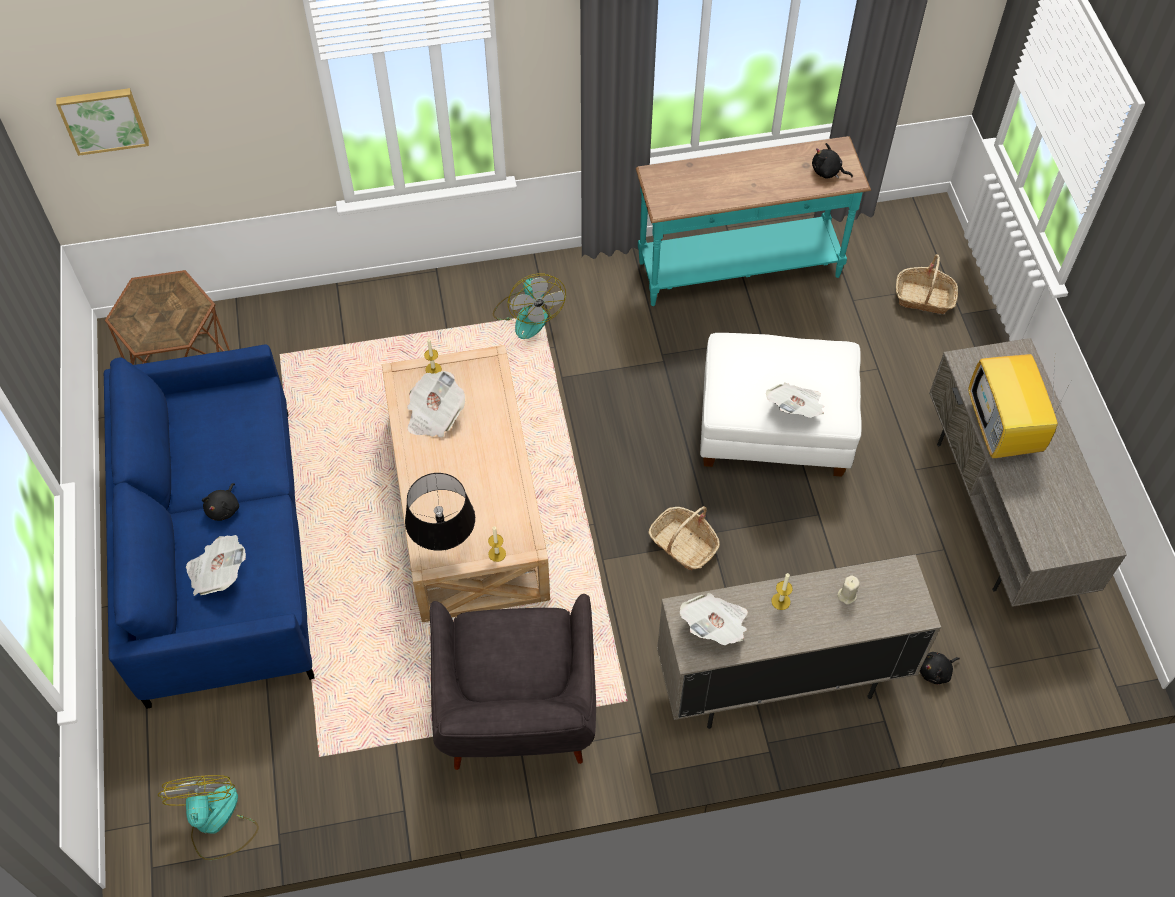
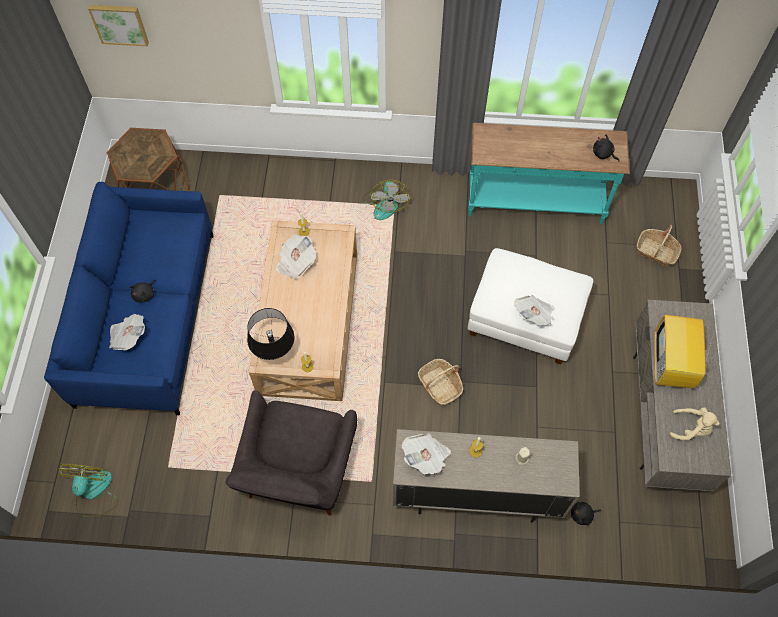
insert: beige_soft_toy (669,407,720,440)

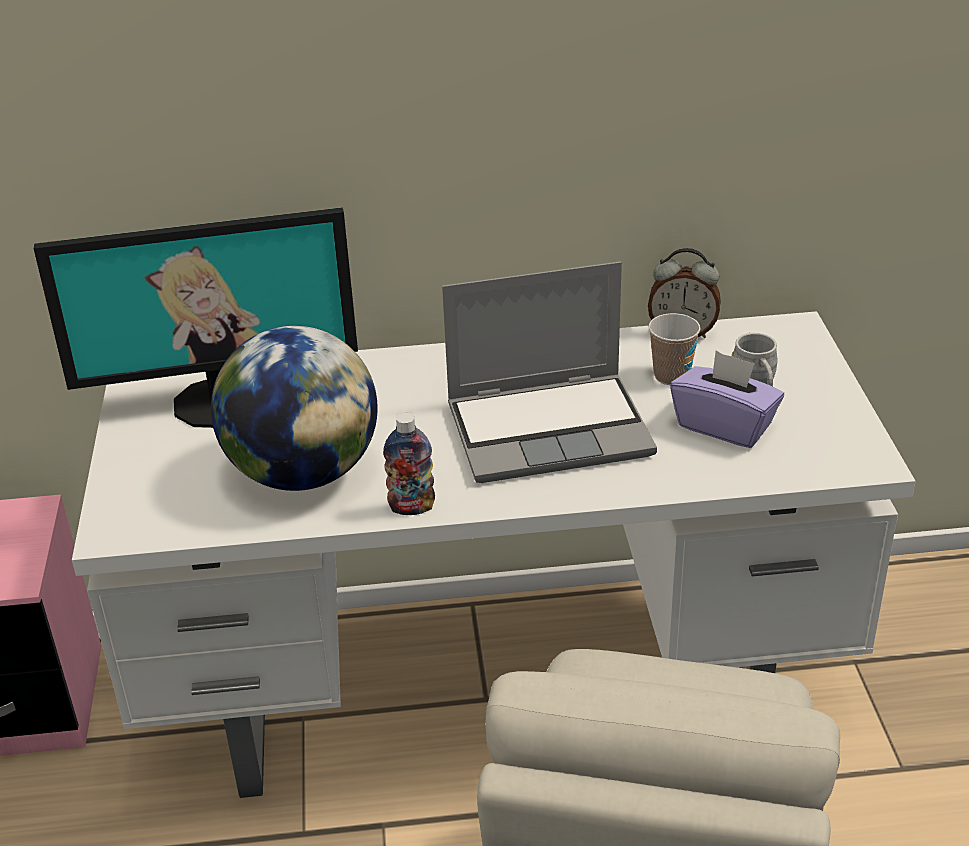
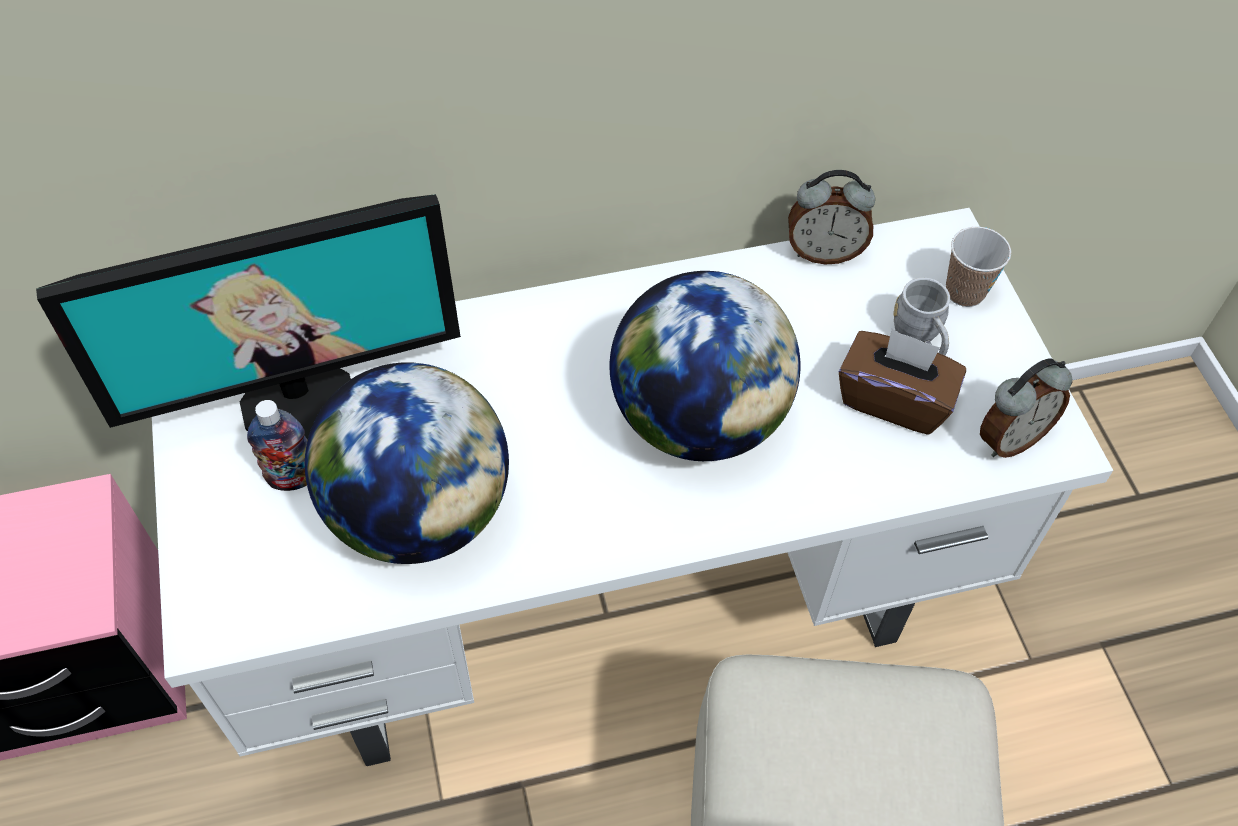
insert: bedside_clock (980,359,1073,458)
move: bottle (383,413,435,515) to (247,400,307,491); drinking_cup (648,313,701,385) to (946,226,1011,307)
replace: laptop (442,261,657,483) to globe (610,271,801,461)
recolor: purple_tissue_holder (670,351,784,448) to brown_tissue_holder (839,328,966,435)

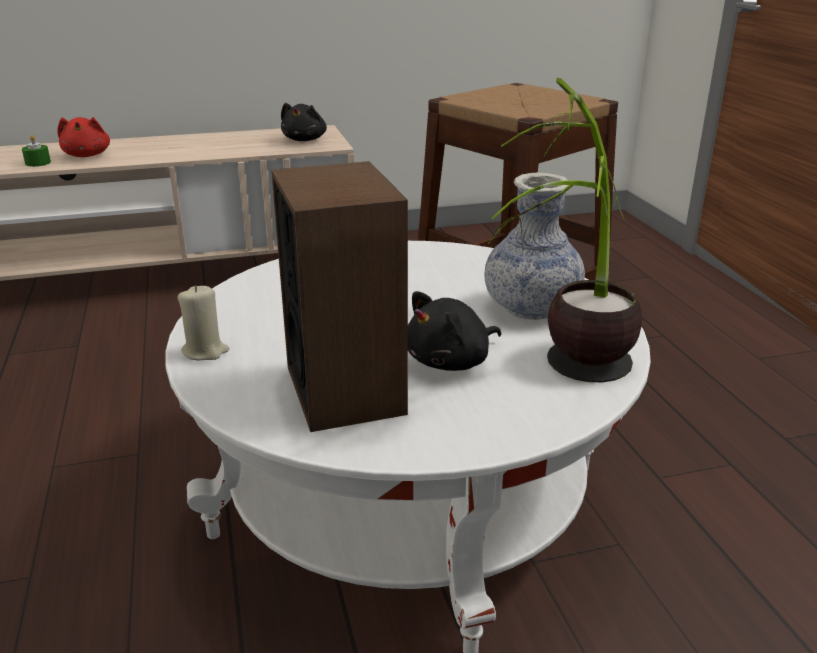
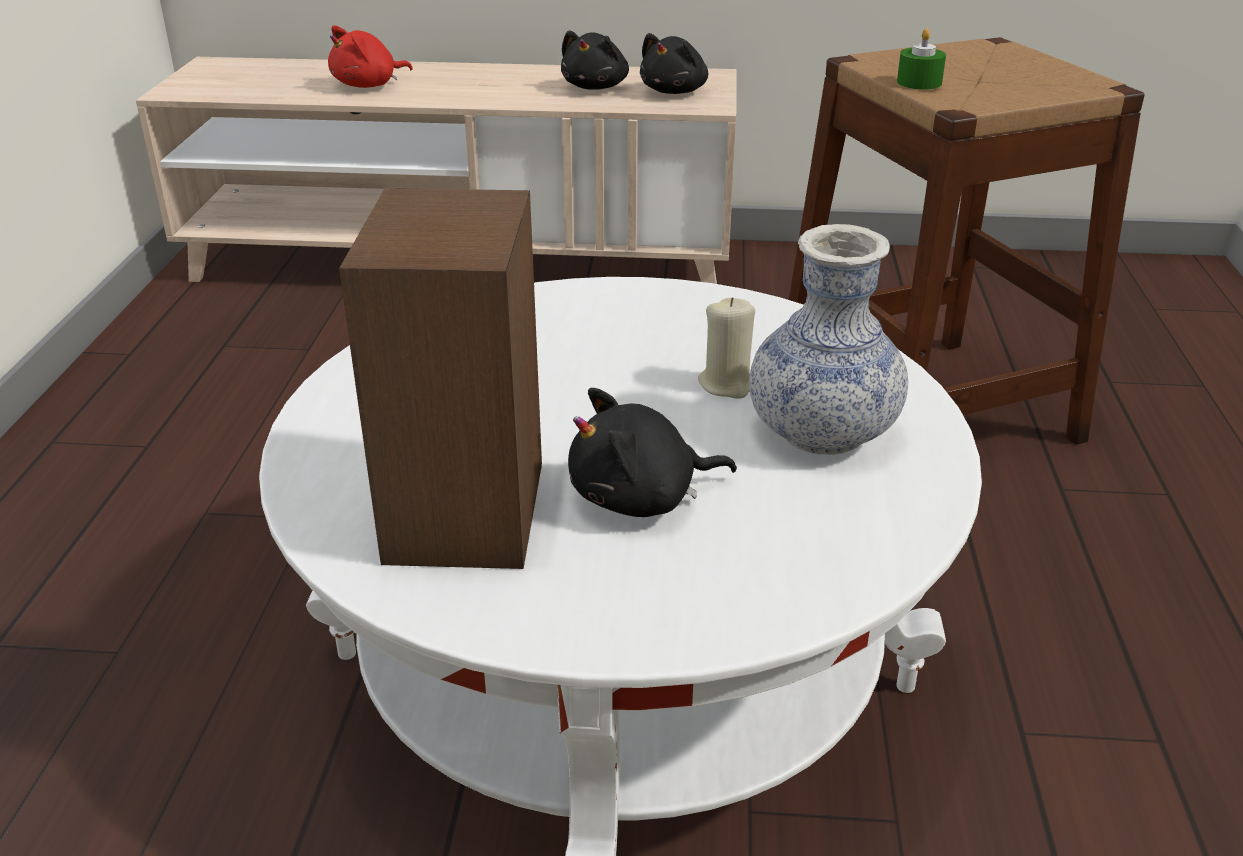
delete: houseplant (488,78,643,382)
insert: black-coloured_soft_toy (561,30,629,89)
move: green-coloured_candle (22,135,51,167) to (897,28,946,90); beige_candle (177,285,229,360) to (698,297,755,399)
rotate: red-coloured_soft_toy (57,117,110,157) = (328,25,413,88) 45 degrees clockwise

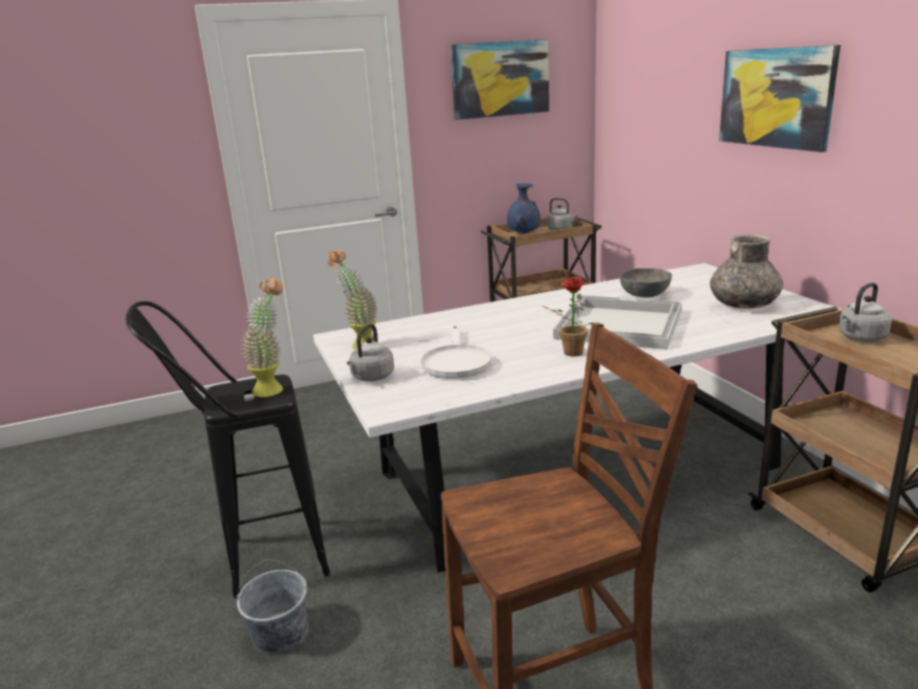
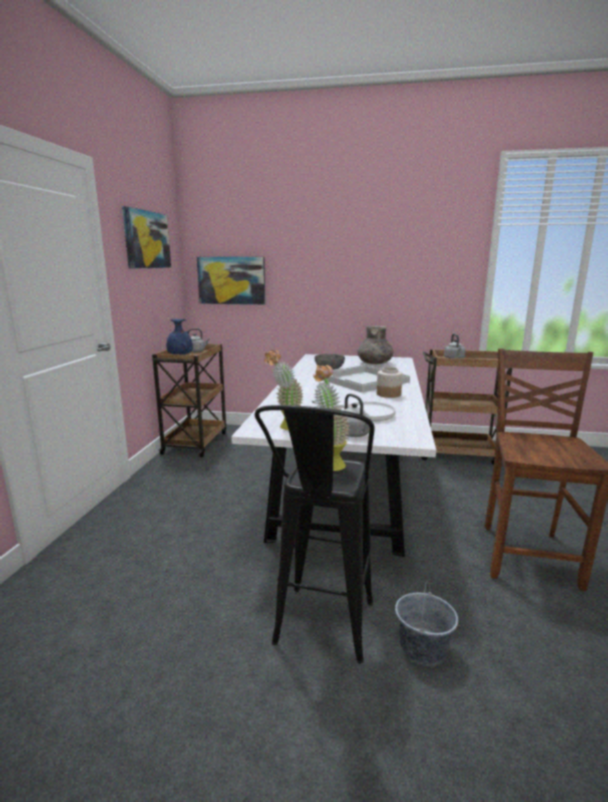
move: wall_picture (719,45,840,152) to (196,257,265,305)
replace: houseplant (542,277,592,356) to preserve_jar (377,367,402,398)

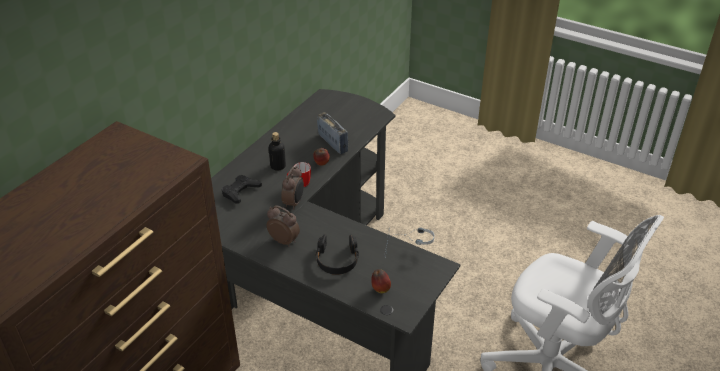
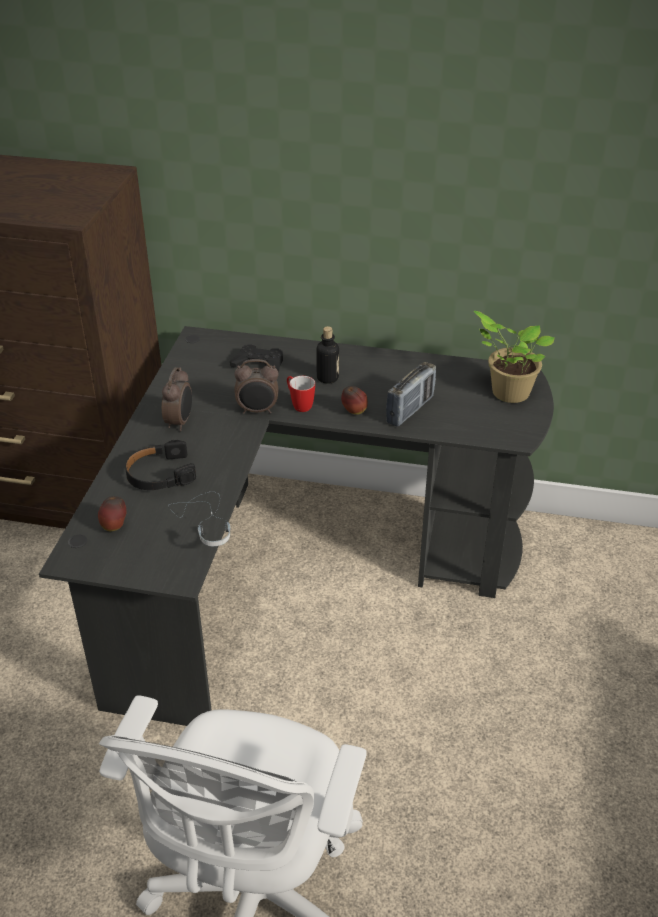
insert: houseplant (474,311,555,403)

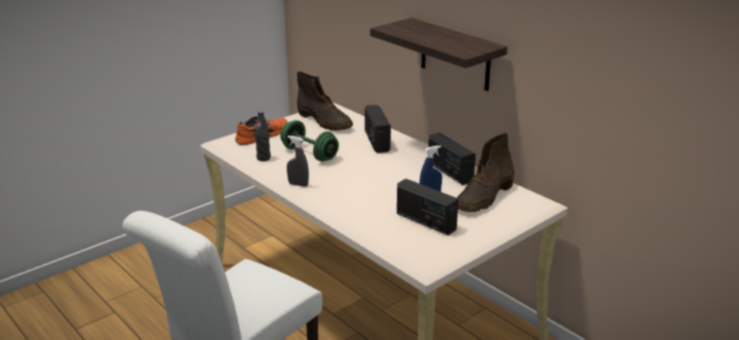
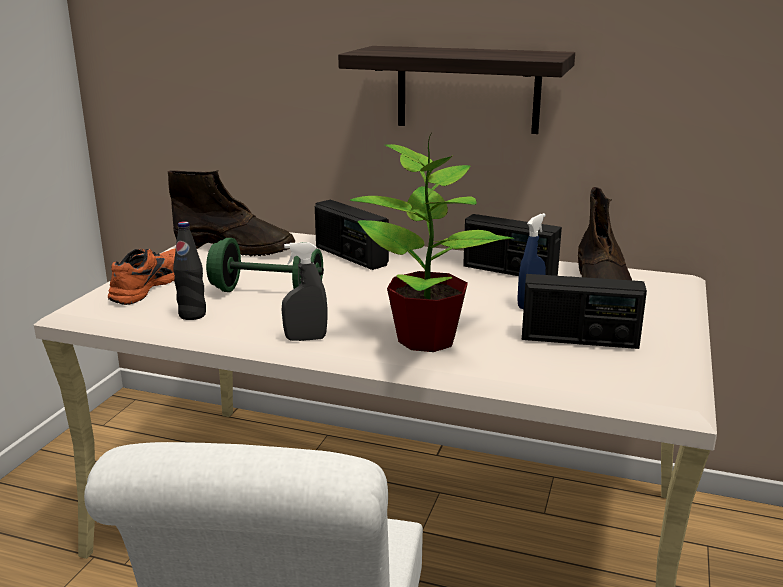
insert: houseplant (349,134,515,352)

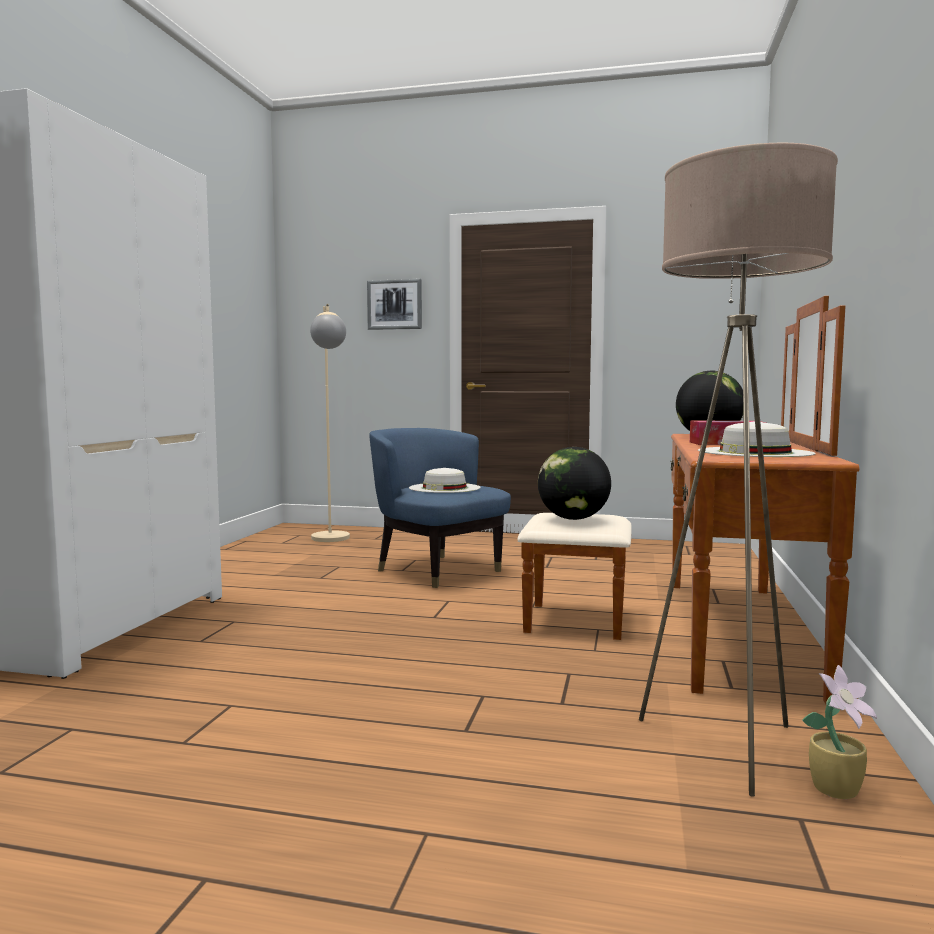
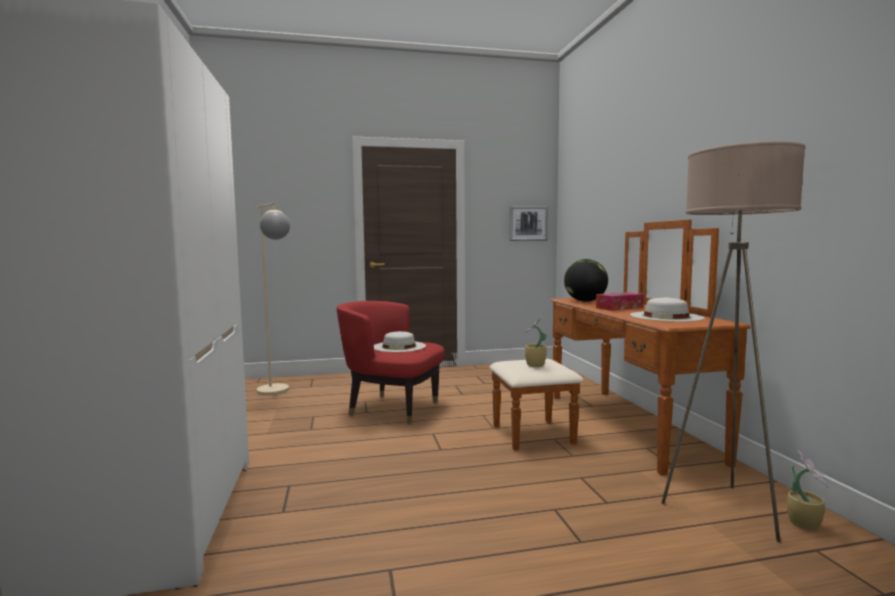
move: wall_picture (367,279,422,330) to (509,206,548,241)
replace: globe (538,447,611,520) to houseplant (524,316,547,367)
recolor: blue-coloured_armchair (369,428,511,588) to red-coloured_armchair (337,301,444,424)

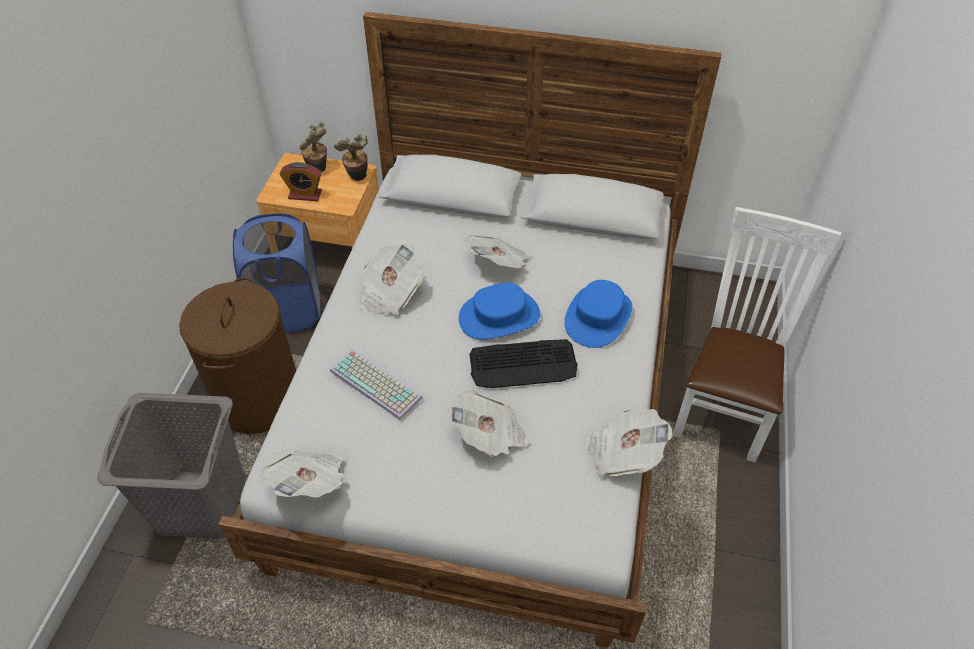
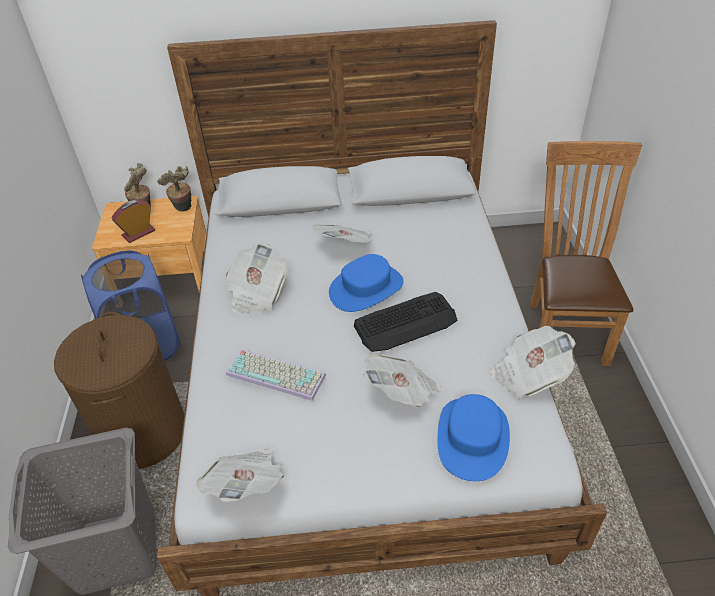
move: blue-coloured_clothing_hat (564,280,632,348) to (437,394,510,481)
recolor: white_chair (673,207,841,462) to brown_chair (530,141,642,366)
rotate: bedside_clock (280,162,322,201) = (112,200,155,243) 150 degrees clockwise

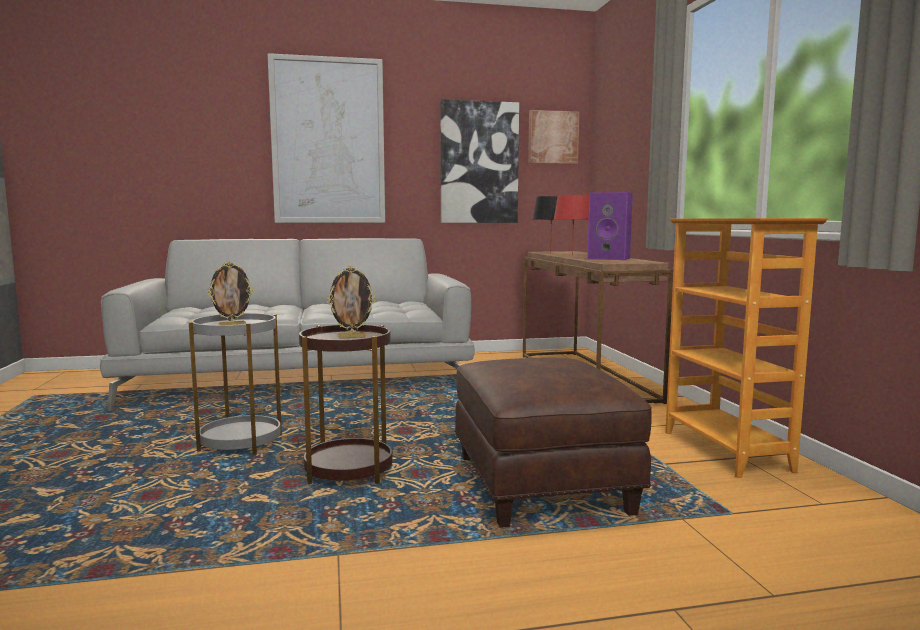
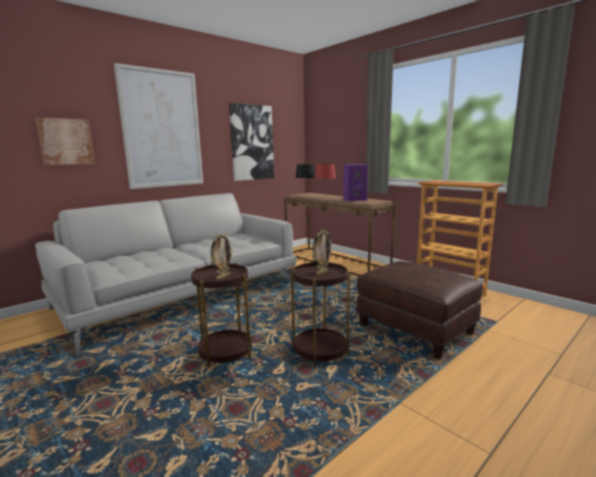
move: wall_picture (528,110,580,164) to (35,117,95,165)
recolor: greyish_end_table (189,313,282,455) to brown_end_table (191,263,252,368)

